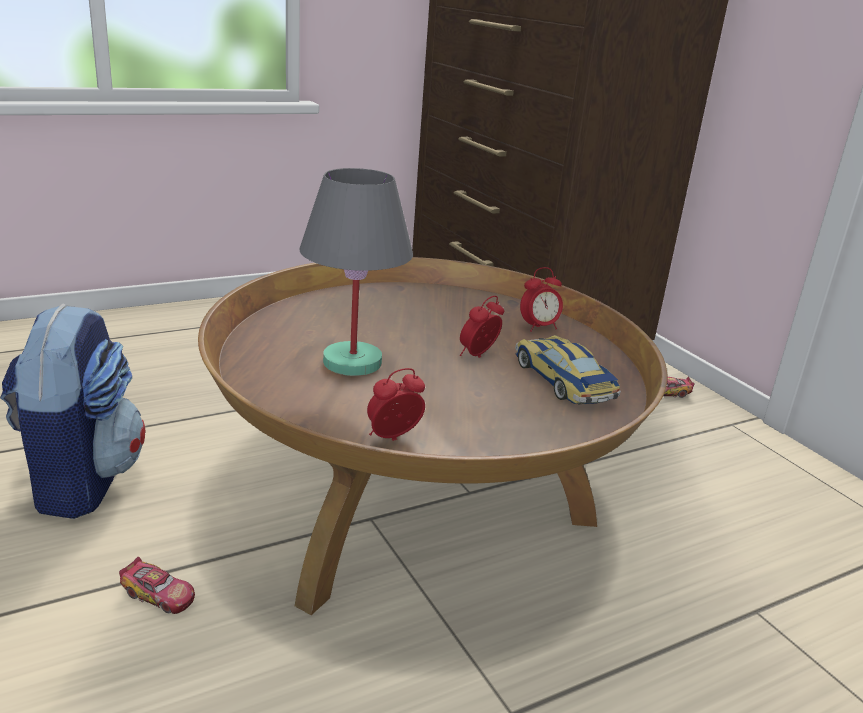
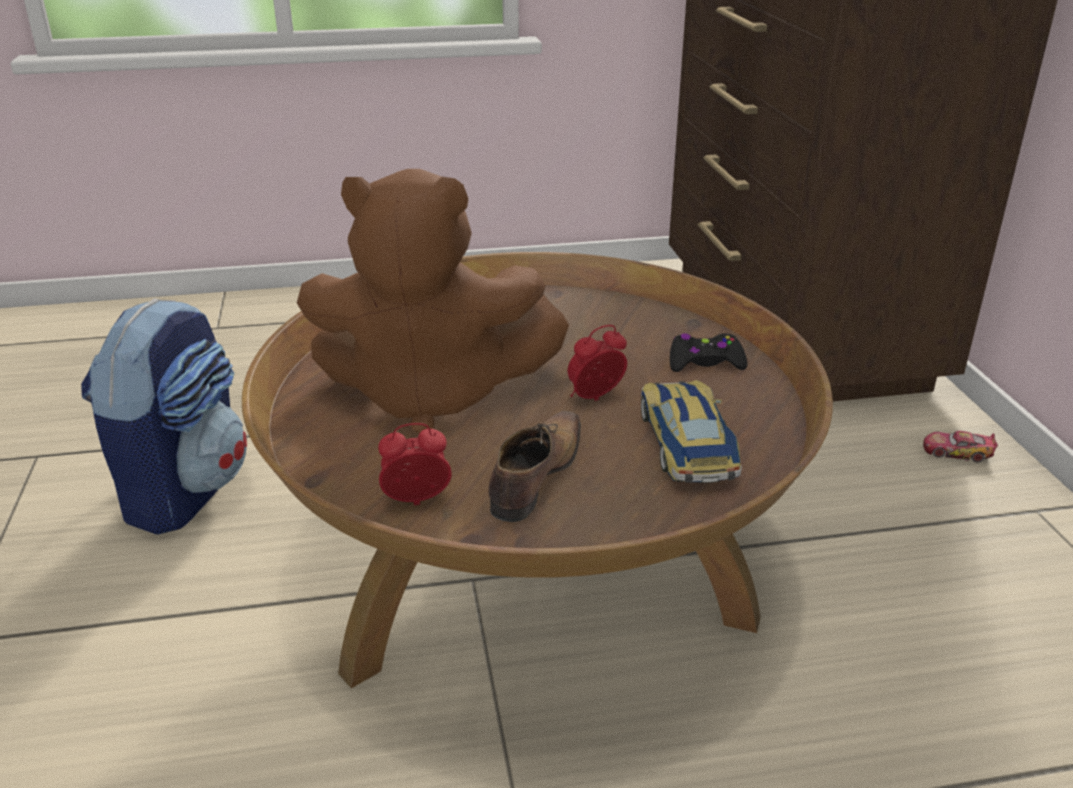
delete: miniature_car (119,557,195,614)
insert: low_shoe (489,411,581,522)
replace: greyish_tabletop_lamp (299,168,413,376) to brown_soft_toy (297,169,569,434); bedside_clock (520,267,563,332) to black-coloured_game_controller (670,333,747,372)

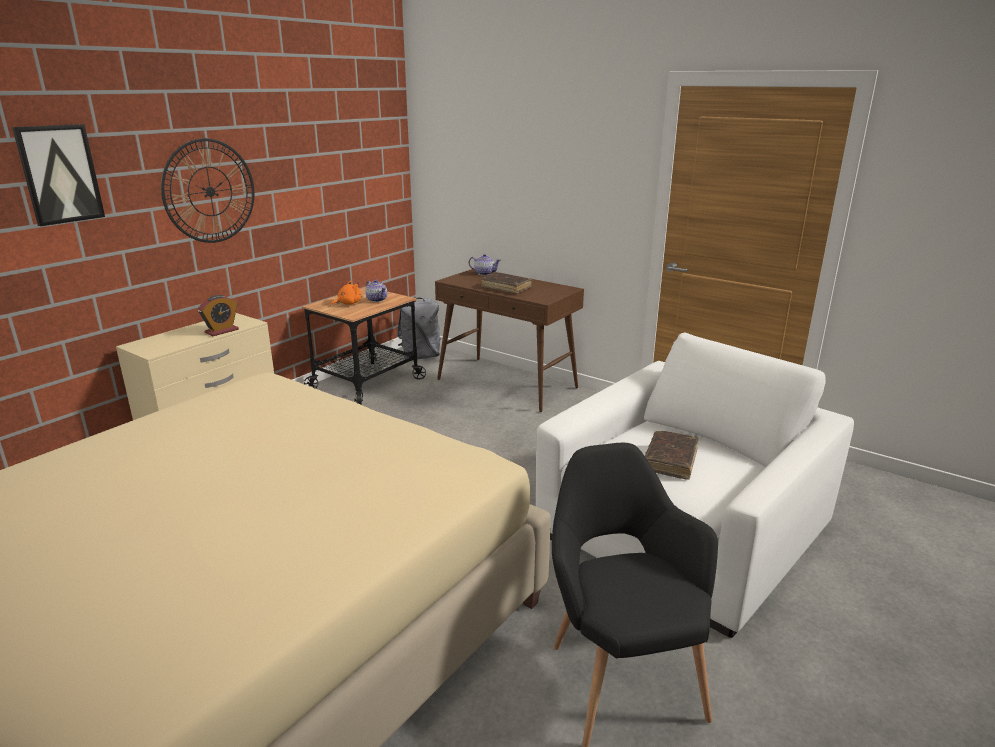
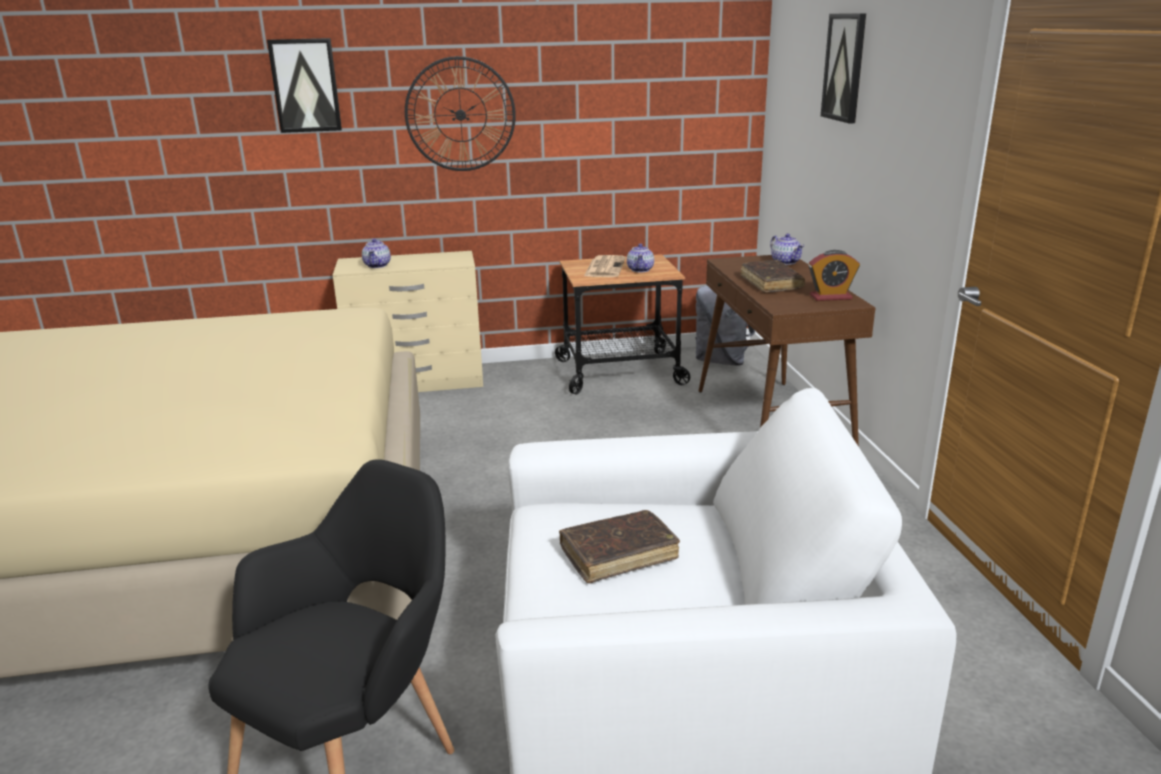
insert: tea_pot (362,239,391,268); wall_picture (821,13,866,124)
move: bedside_clock (198,295,239,337) to (808,250,860,301)
replace: orange-coloured_soft_toy (330,281,362,306) to daily_paper (584,255,626,277)

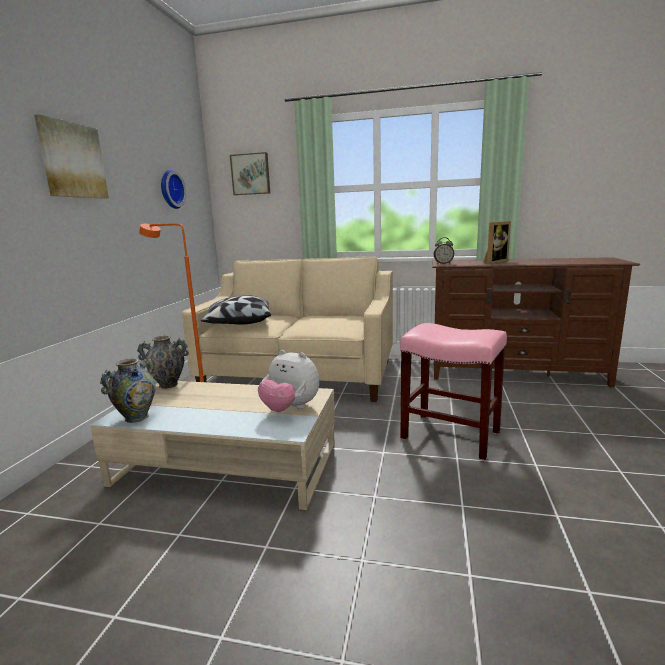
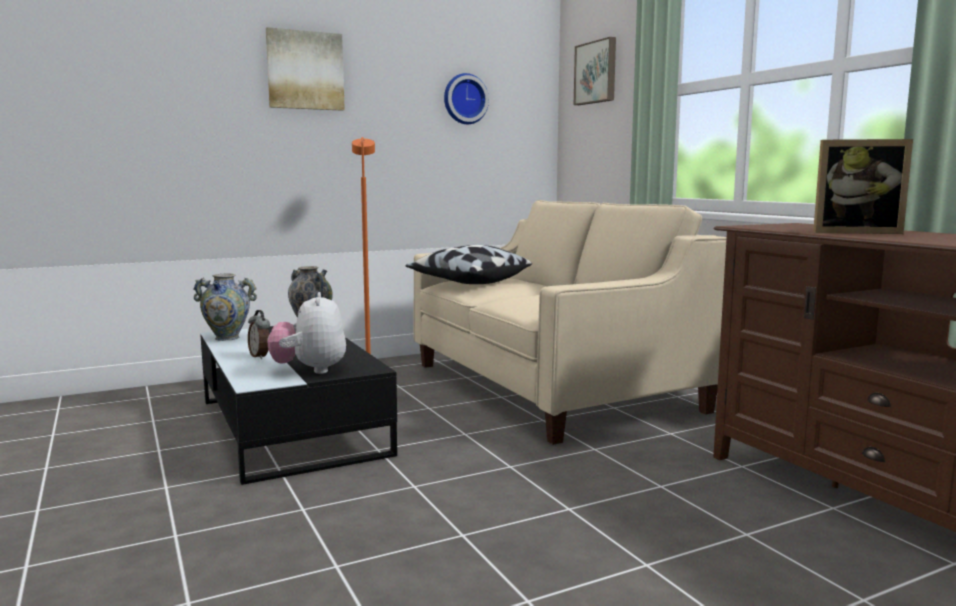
delete: pink-coloured_sitting_stool (400,323,507,461)
move: bedside_clock (434,237,454,264) to (248,310,270,359)
recolor: beige_lounge_table (90,381,335,510) to black-coloured_lounge_table (200,326,397,485)

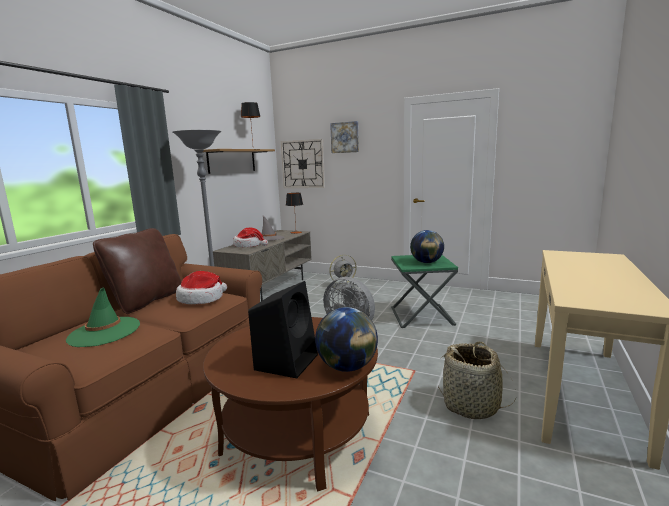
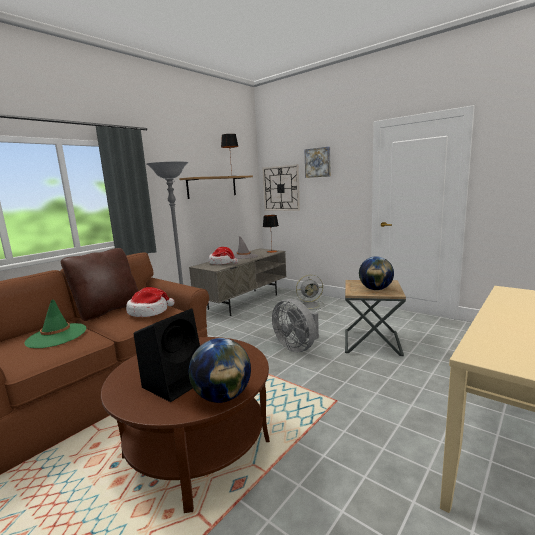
delete: storage_basket (438,342,516,419)
recolor: green-coloured_end_table (391,255,458,328) to brown_end_table (345,280,406,356)

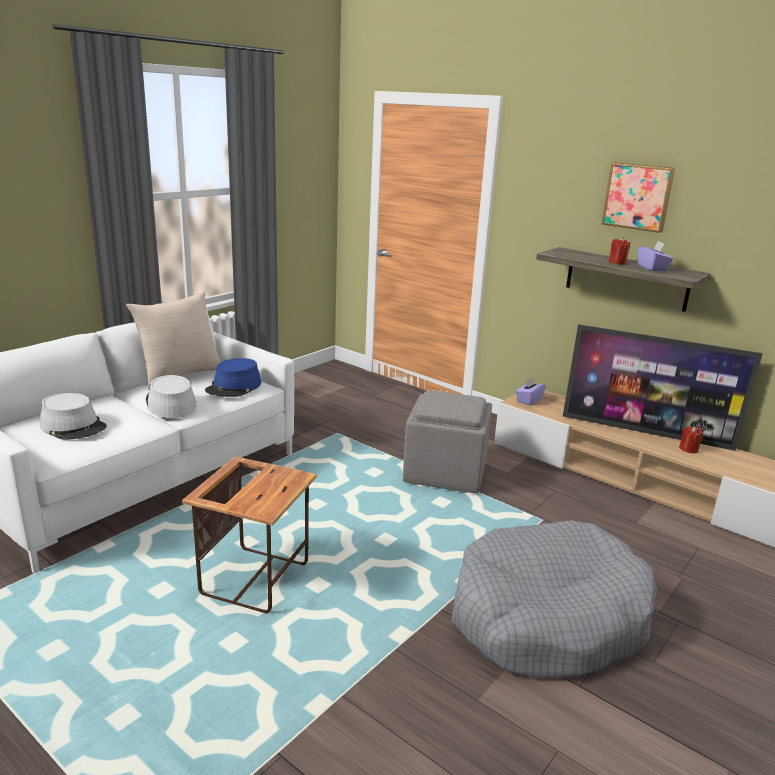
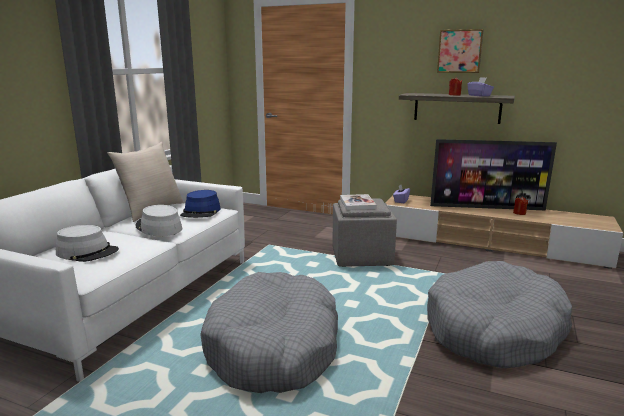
insert: bound_book (340,194,377,210)
replace: end_table (182,456,317,614) to greyish_dog_bed (200,272,338,393)

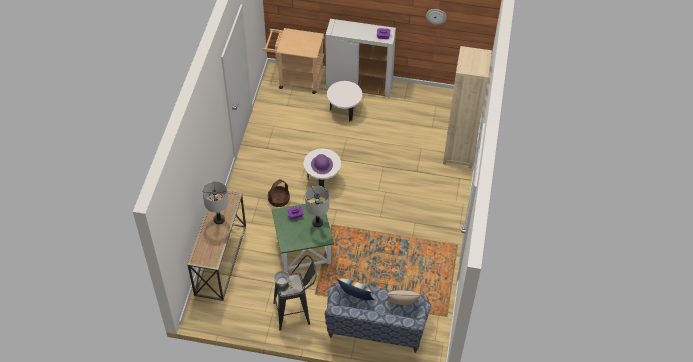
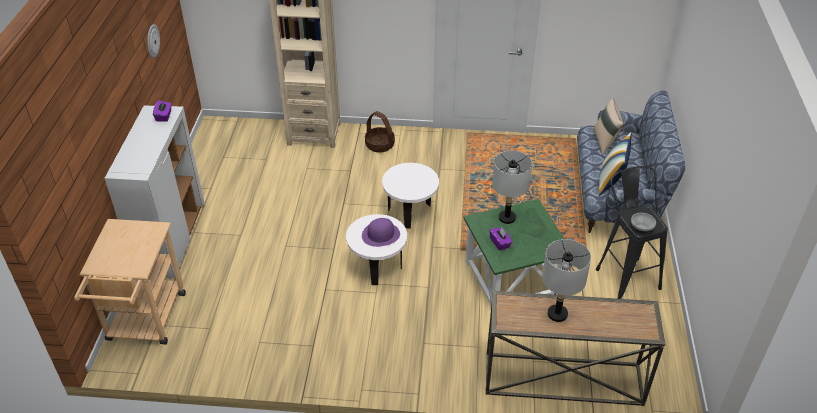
move: storage_basket (268,179,290,207) to (365,111,395,153); white_end_table (327,81,362,122) to (382,163,439,229)

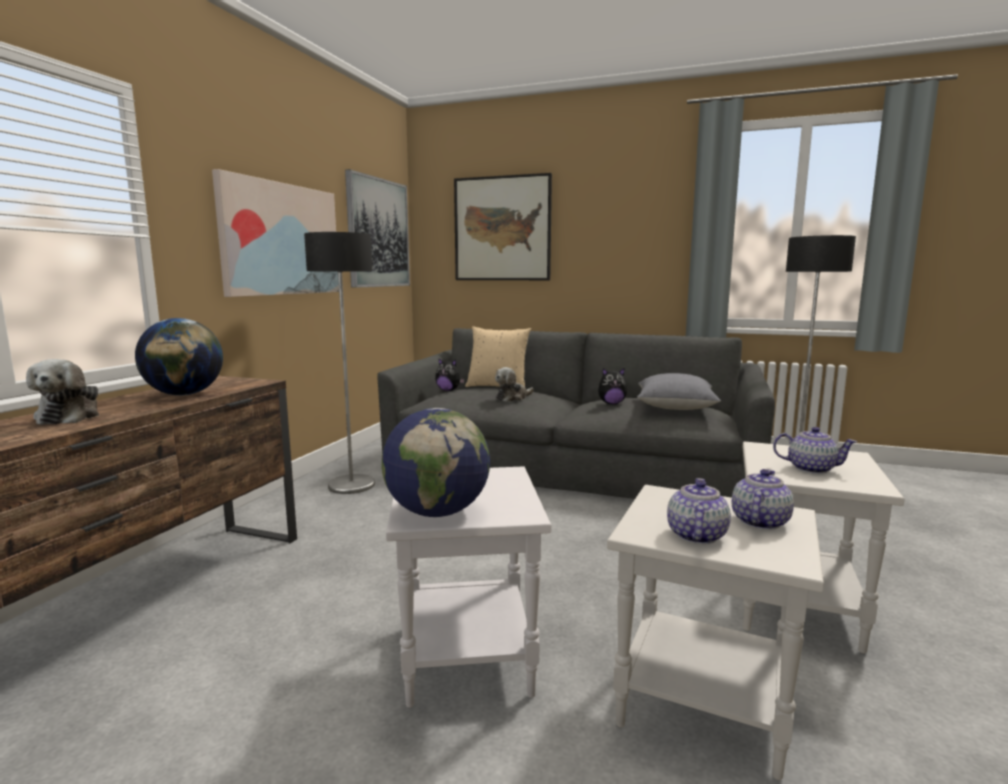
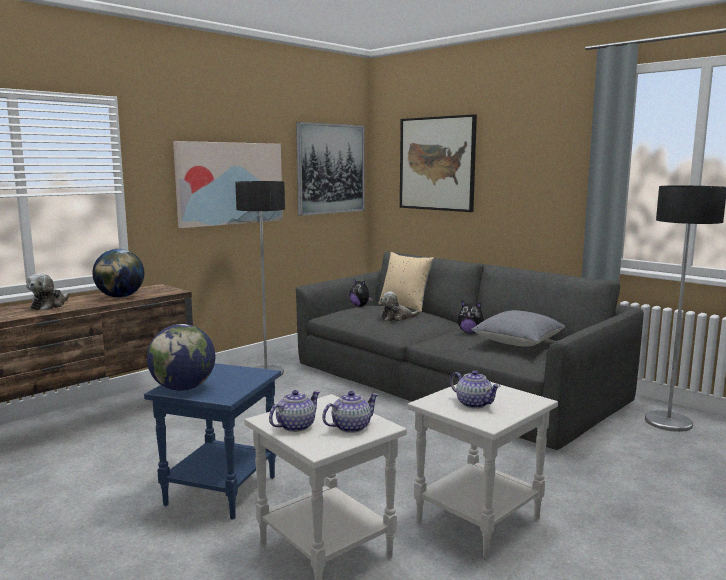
recolor: white_end_table (386,466,551,708) to blue-coloured_end_table (144,363,281,520)

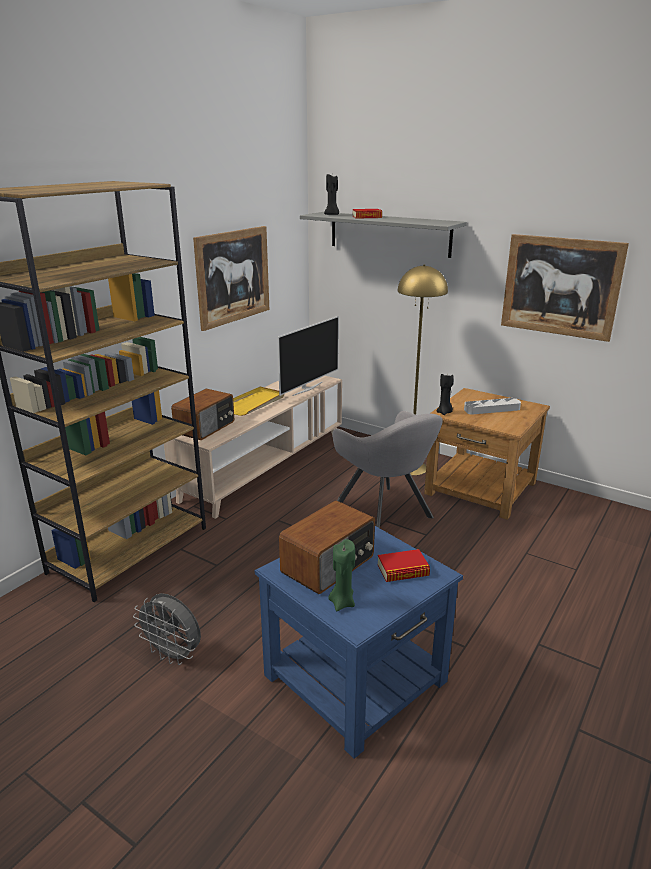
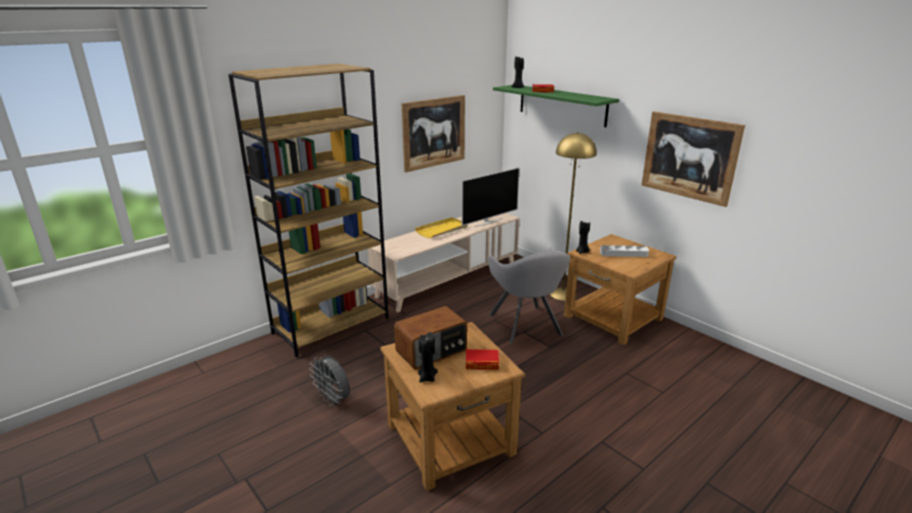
delete: radio (171,389,234,440)
recolor: blue-coloured_end_table (254,526,463,759) to brown_end_table (380,322,525,491); greyish_shelf (300,212,467,258) to green-coloured_shelf (493,85,619,127); green-coloured_candle (328,539,355,611) to black-coloured_candle (418,332,438,382)

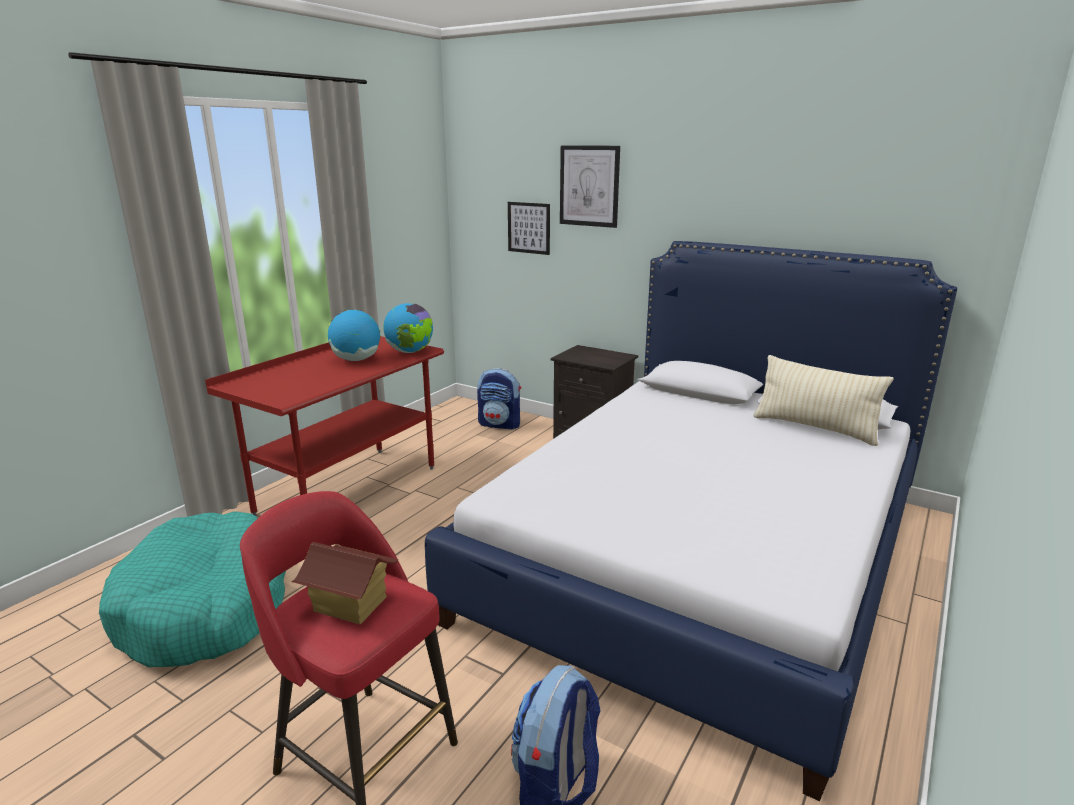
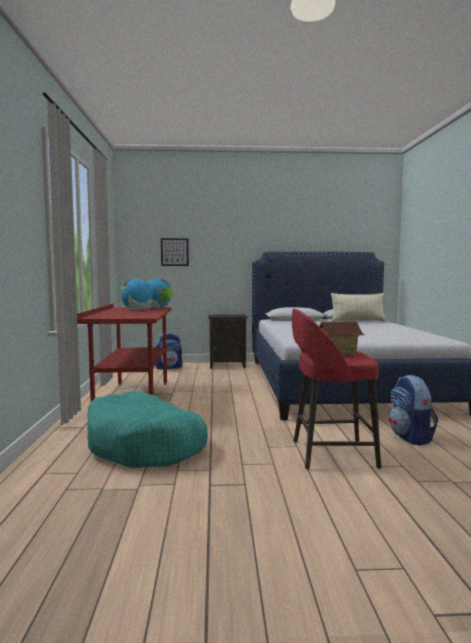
delete: wall_picture (560,145,620,228)

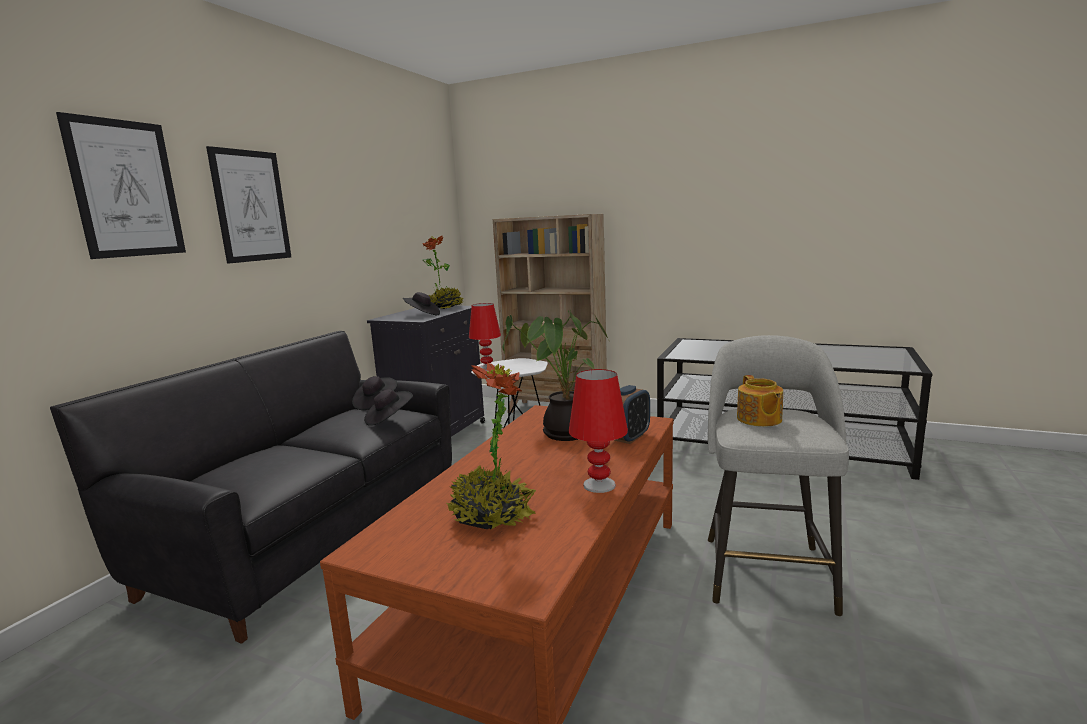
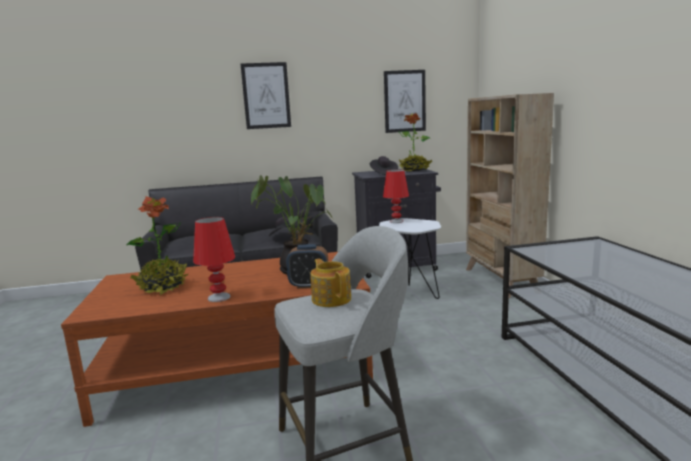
move: wall_picture (56,112,186,259) to (384,70,426,133)
rotate: tea_pot (737,375,783,427) = (310,259,351,307) 105 degrees clockwise

